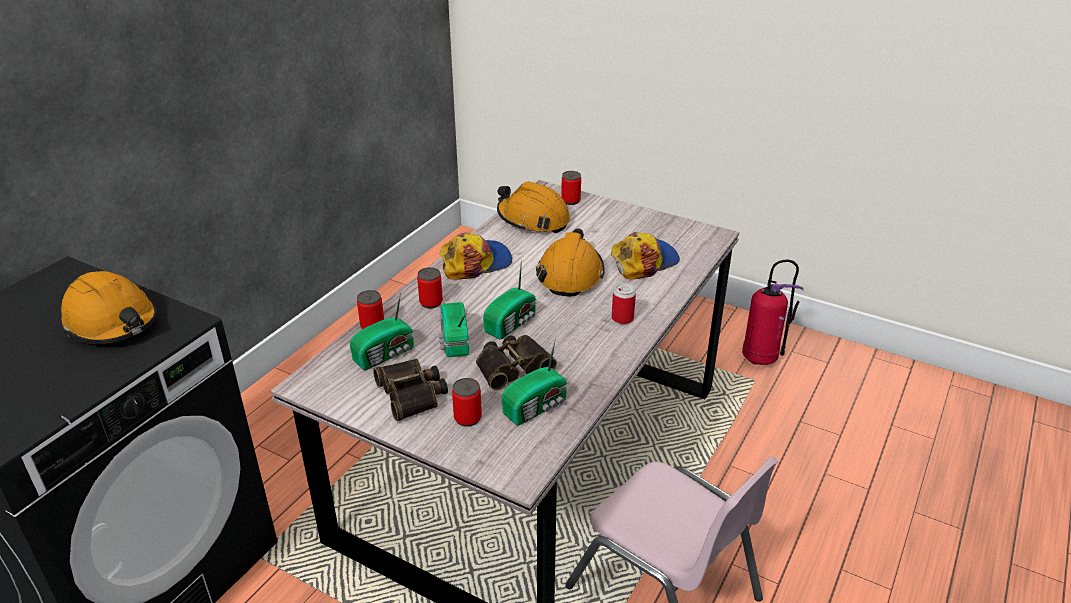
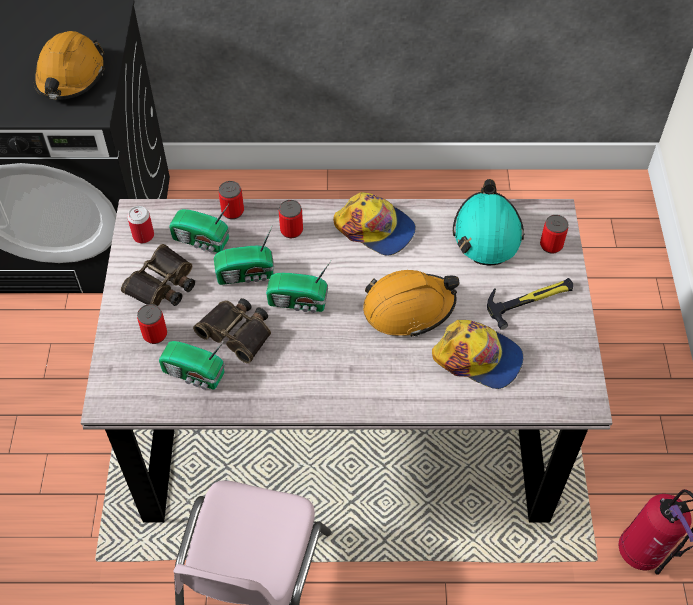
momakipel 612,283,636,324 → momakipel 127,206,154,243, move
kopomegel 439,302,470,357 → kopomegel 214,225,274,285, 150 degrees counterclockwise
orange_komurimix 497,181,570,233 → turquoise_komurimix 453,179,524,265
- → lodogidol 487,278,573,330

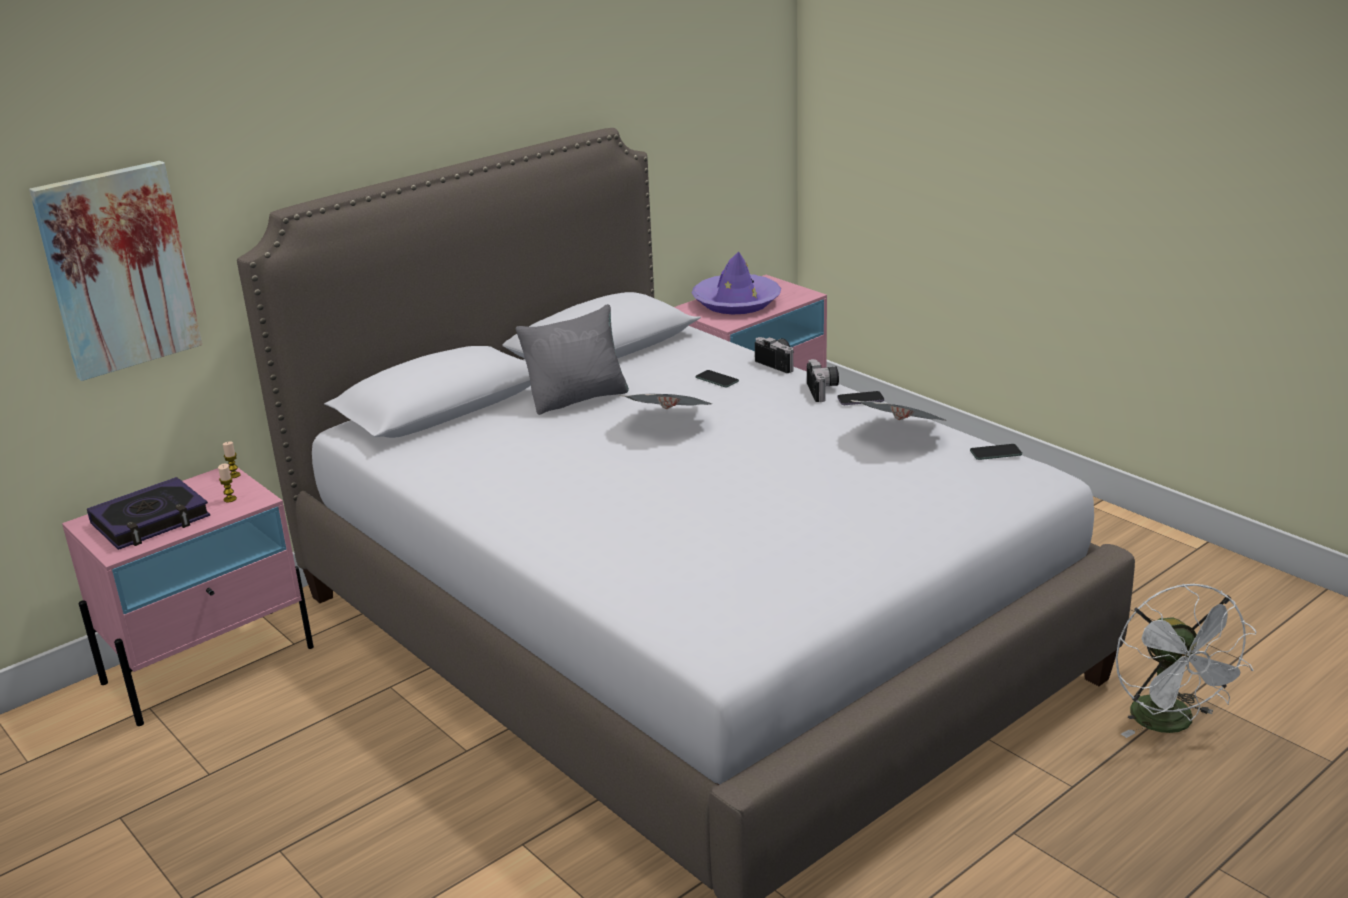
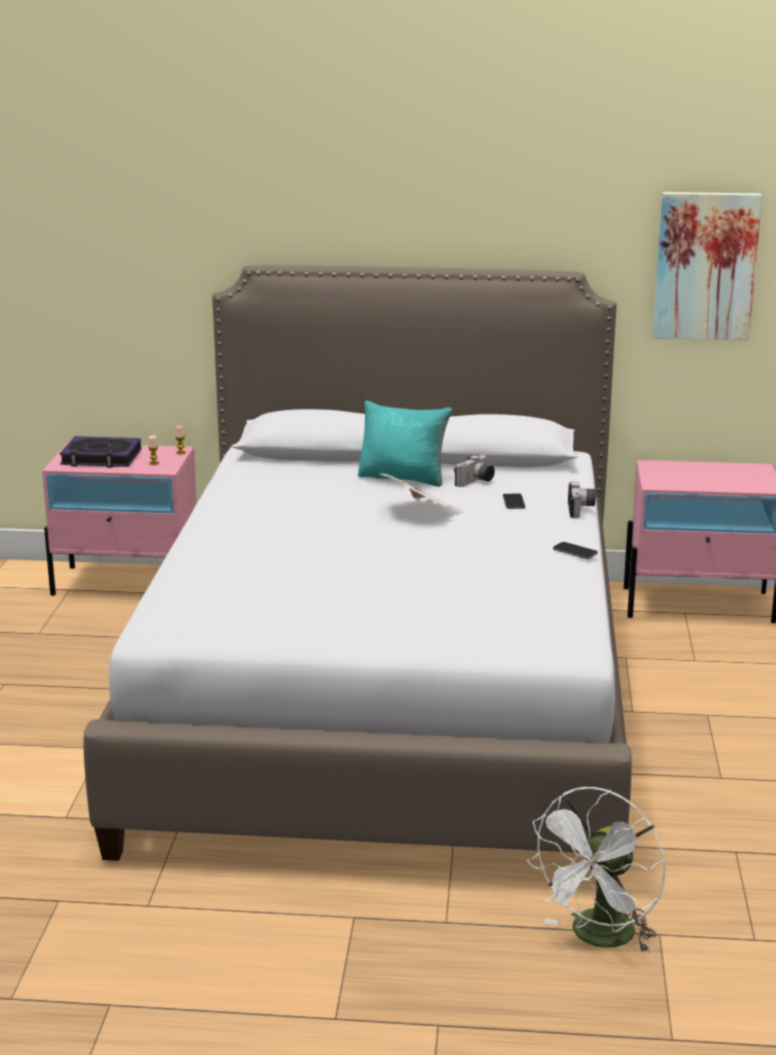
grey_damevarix 515,304,629,415 → turquoise_damevarix 358,401,452,487
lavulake 807,359,839,402 → lavulake 454,455,495,487, move
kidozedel 29,161,203,381 → kidozedel 653,192,762,340, move
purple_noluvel 692,251,781,314 → -
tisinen 851,400,947,421 → -
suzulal 970,444,1022,460 → -

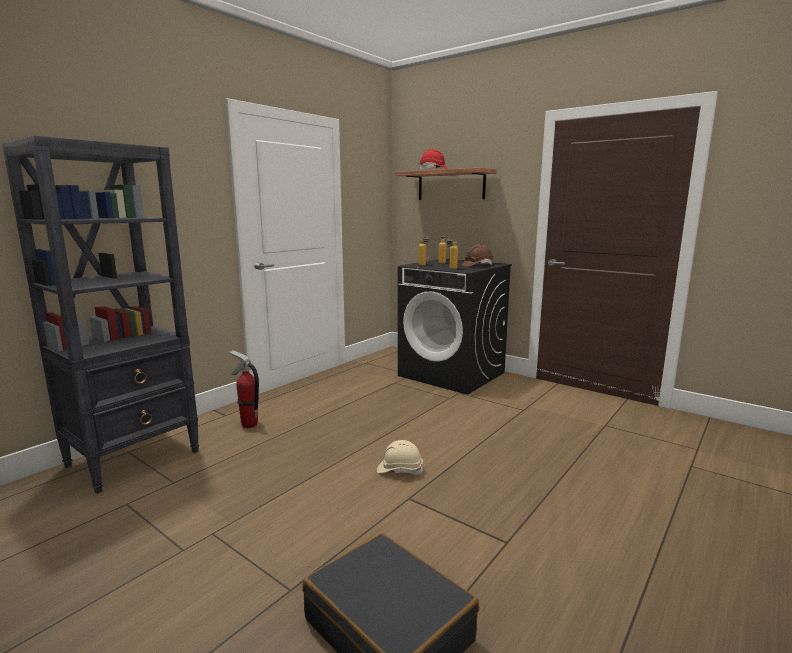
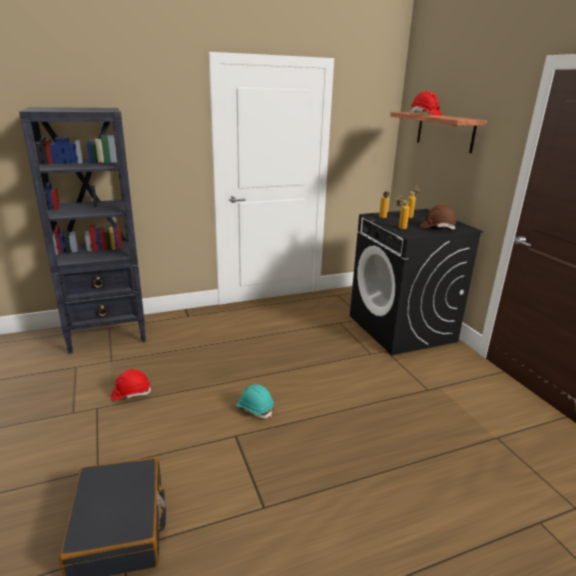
- → red_komurimix 111,369,151,401
beige_komurimix 377,440,423,475 → turquoise_komurimix 236,384,274,419
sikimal 229,350,259,428 → -

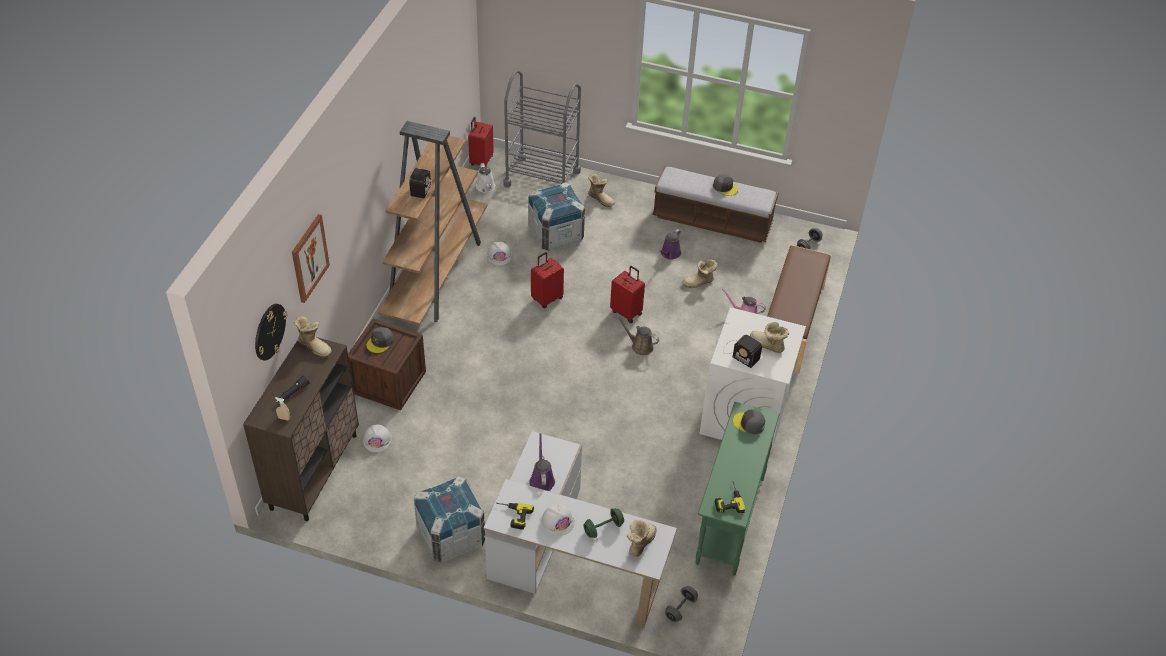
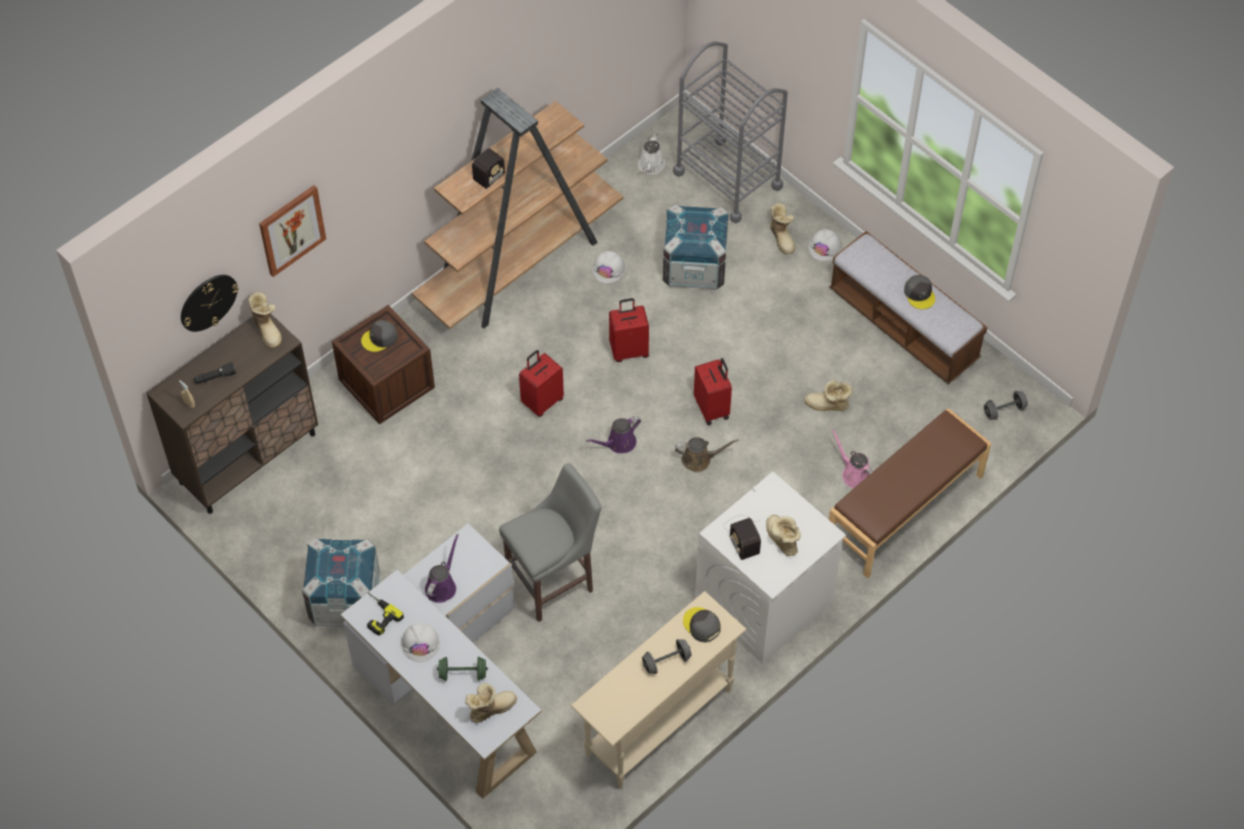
- → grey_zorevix 499,463,602,622
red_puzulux 468,117,494,167 → red_puzulux 519,350,564,417, move
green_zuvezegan 696,402,780,576 → beige_zuvezegan 571,591,746,788
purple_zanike 659,229,681,260 → purple_zanike 586,416,641,453, move
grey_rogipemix 665,586,698,622 → grey_rogipemix 642,639,692,674, move
brown_zanike 617,316,659,355 → brown_zanike 675,437,739,472, 120 degrees clockwise
white_komurimix 363,425,391,452 → white_komurimix 809,229,842,261, move
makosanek 715,481,745,513 → -

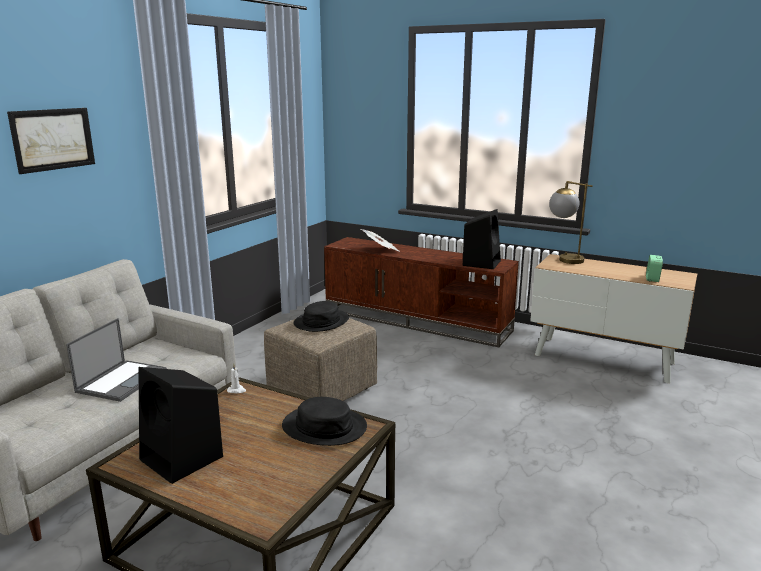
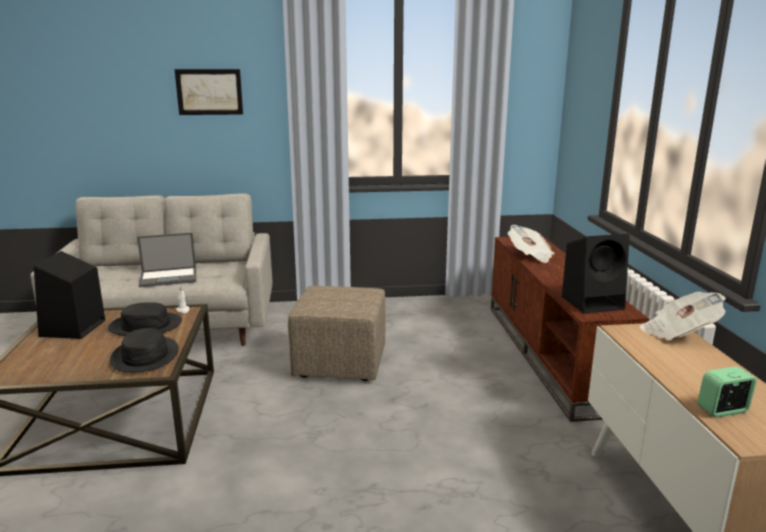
black_noluvel 293,301,349,332 → black_noluvel 108,302,182,336, move
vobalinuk 549,181,593,264 → tisinen 640,291,726,341

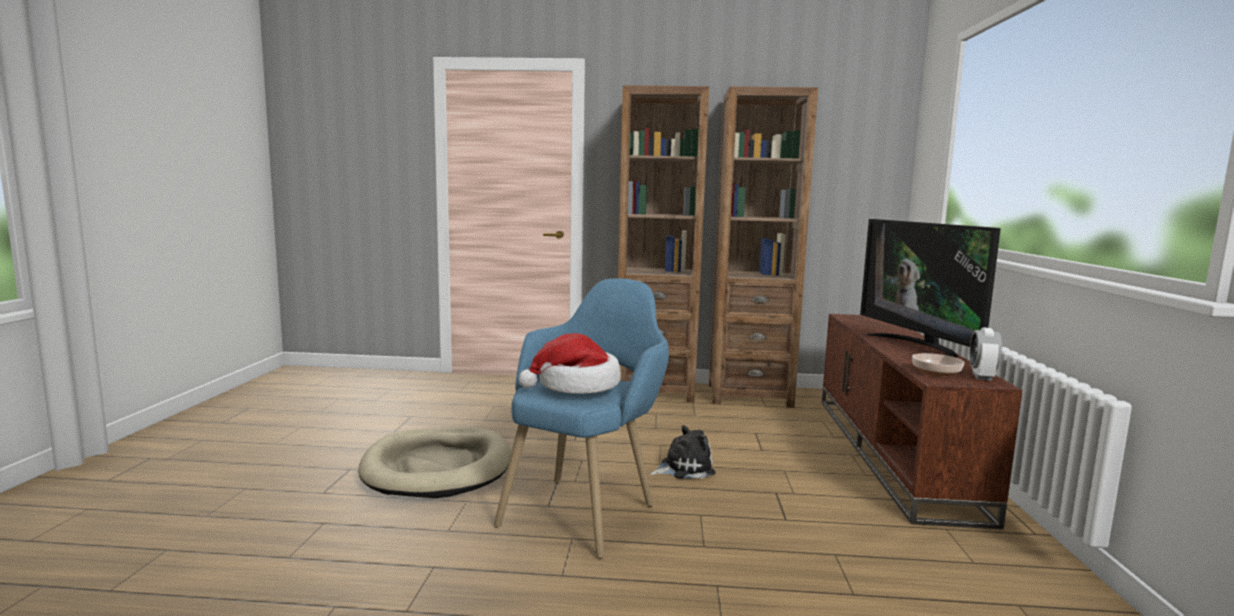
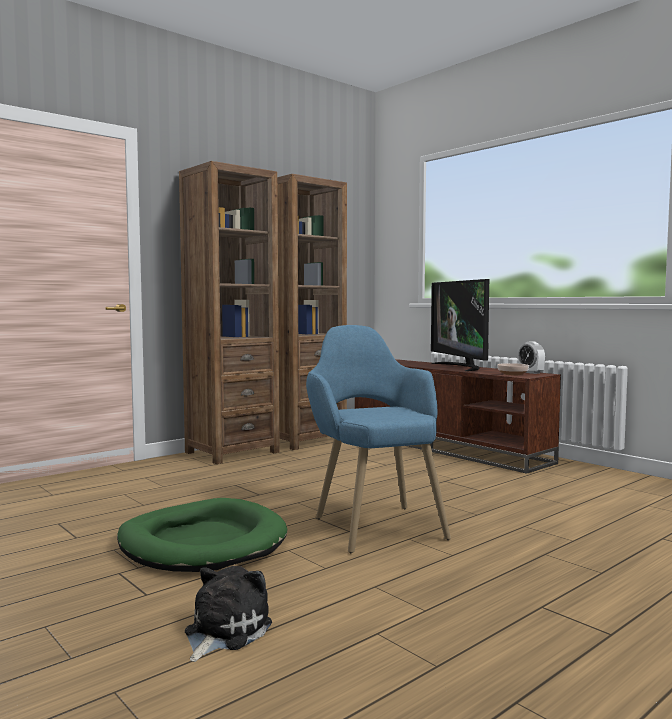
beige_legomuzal 358,427,511,498 → green_legomuzal 117,498,287,572
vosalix 650,425,715,479 → vosalix 185,566,272,662, move
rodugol 860,219,1001,358 → rodugol 431,279,489,371, 45 degrees clockwise
noluvel 519,333,621,394 → -

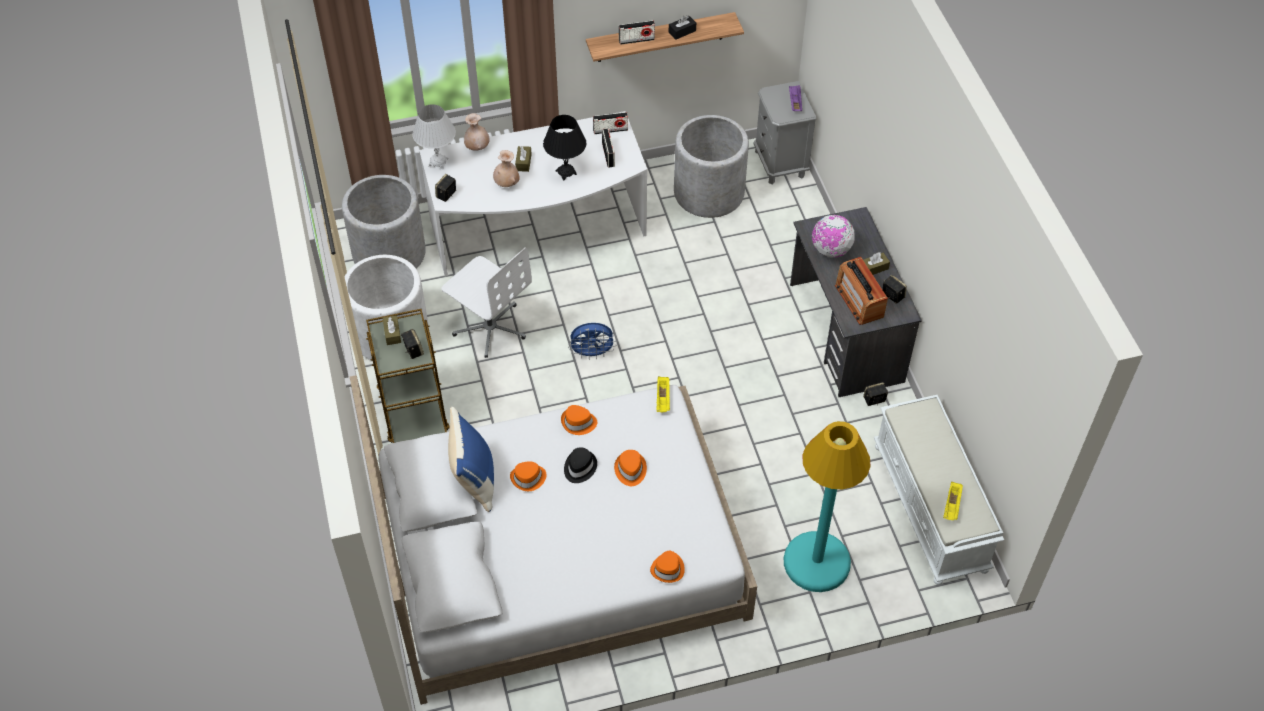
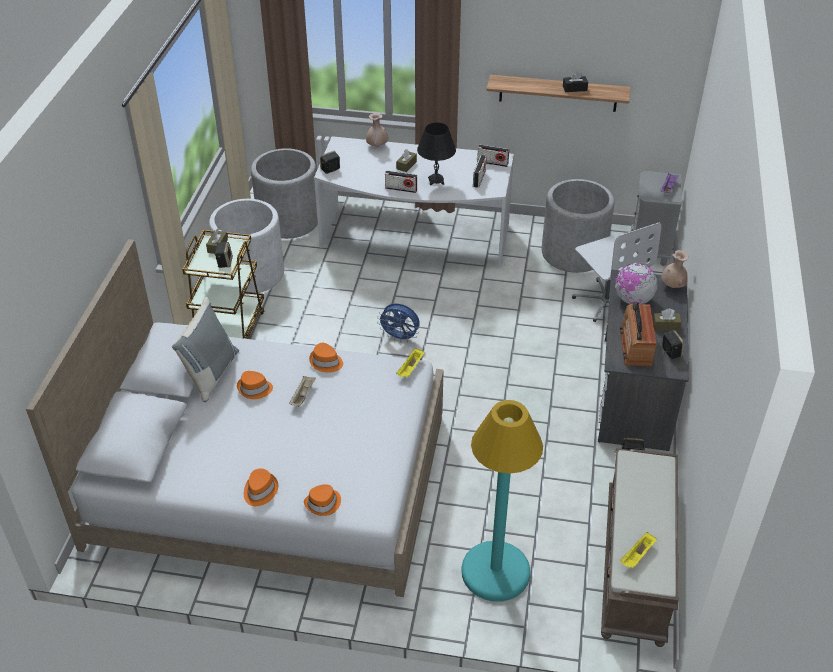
blue_damevarix 448,407,494,512 → grey_damevarix 172,297,239,402
orange_noluvel 614,450,647,486 → orange_noluvel 244,469,278,506, move
black_noluvel 564,447,597,483 → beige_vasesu 289,376,316,407
kopomegel 619,20,655,45 → kopomegel 385,170,417,193, move
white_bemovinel 441,247,532,358 → white_bemovinel 572,223,661,322, move
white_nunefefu 874,395,1004,585 → brown_nunefefu 601,448,679,647
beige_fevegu 493,150,520,187 → beige_fevegu 661,250,689,288, move
white_vobalinuk 413,104,456,169 → -

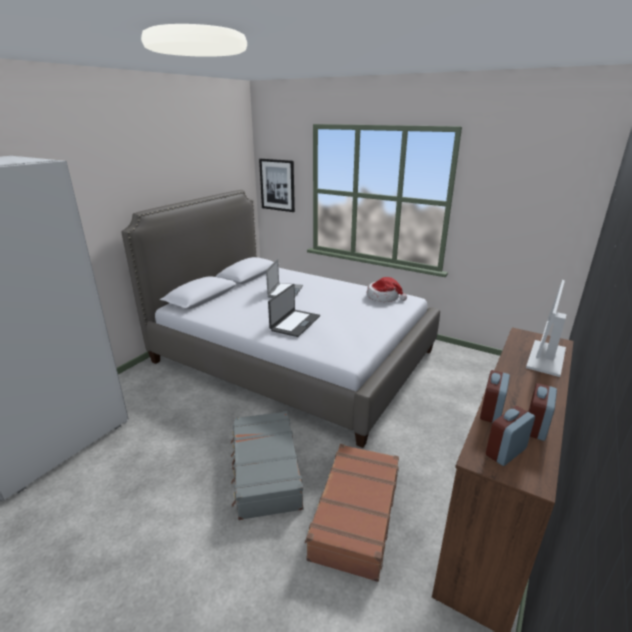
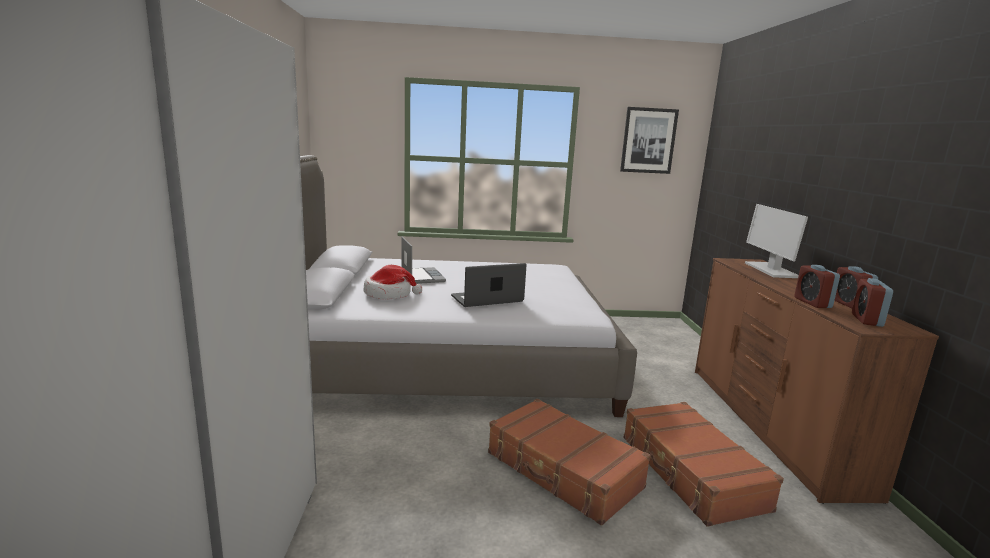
noluvel 367,277,407,302 → noluvel 363,265,422,299, move
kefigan 268,284,320,337 → kefigan 451,263,527,307, 105 degrees counterclockwise
grey_puzulux 231,411,303,520 → brown_puzulux 488,399,651,526
kidozedel 259,159,295,212 → kidozedel 620,107,679,174, move

